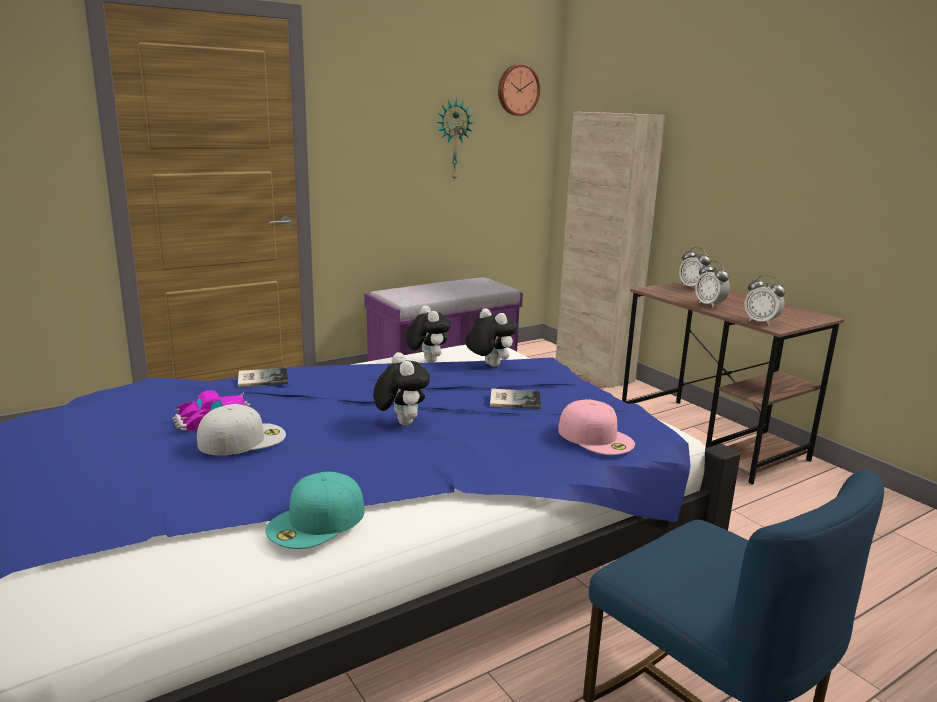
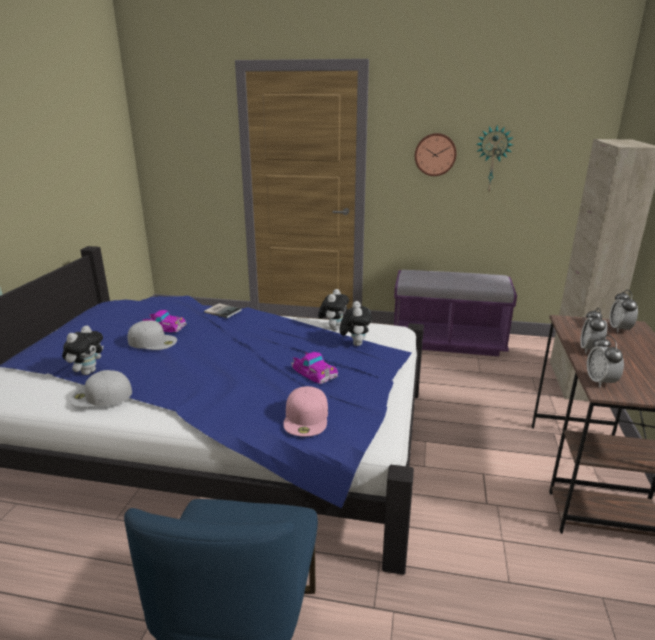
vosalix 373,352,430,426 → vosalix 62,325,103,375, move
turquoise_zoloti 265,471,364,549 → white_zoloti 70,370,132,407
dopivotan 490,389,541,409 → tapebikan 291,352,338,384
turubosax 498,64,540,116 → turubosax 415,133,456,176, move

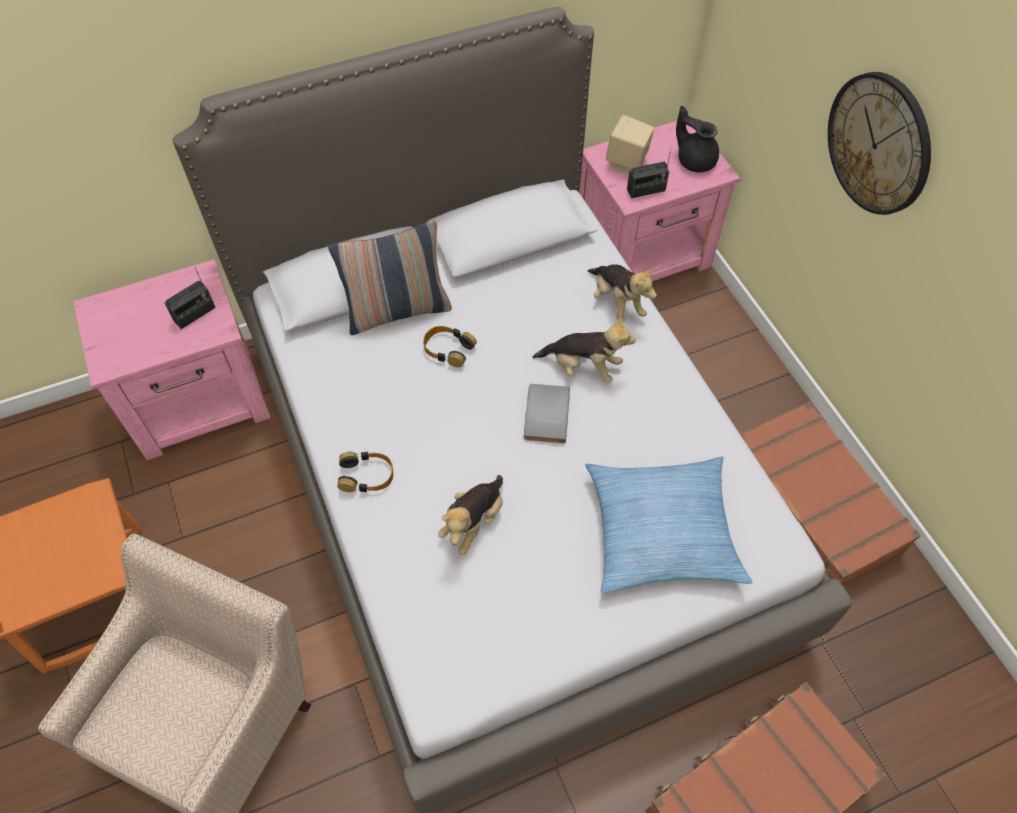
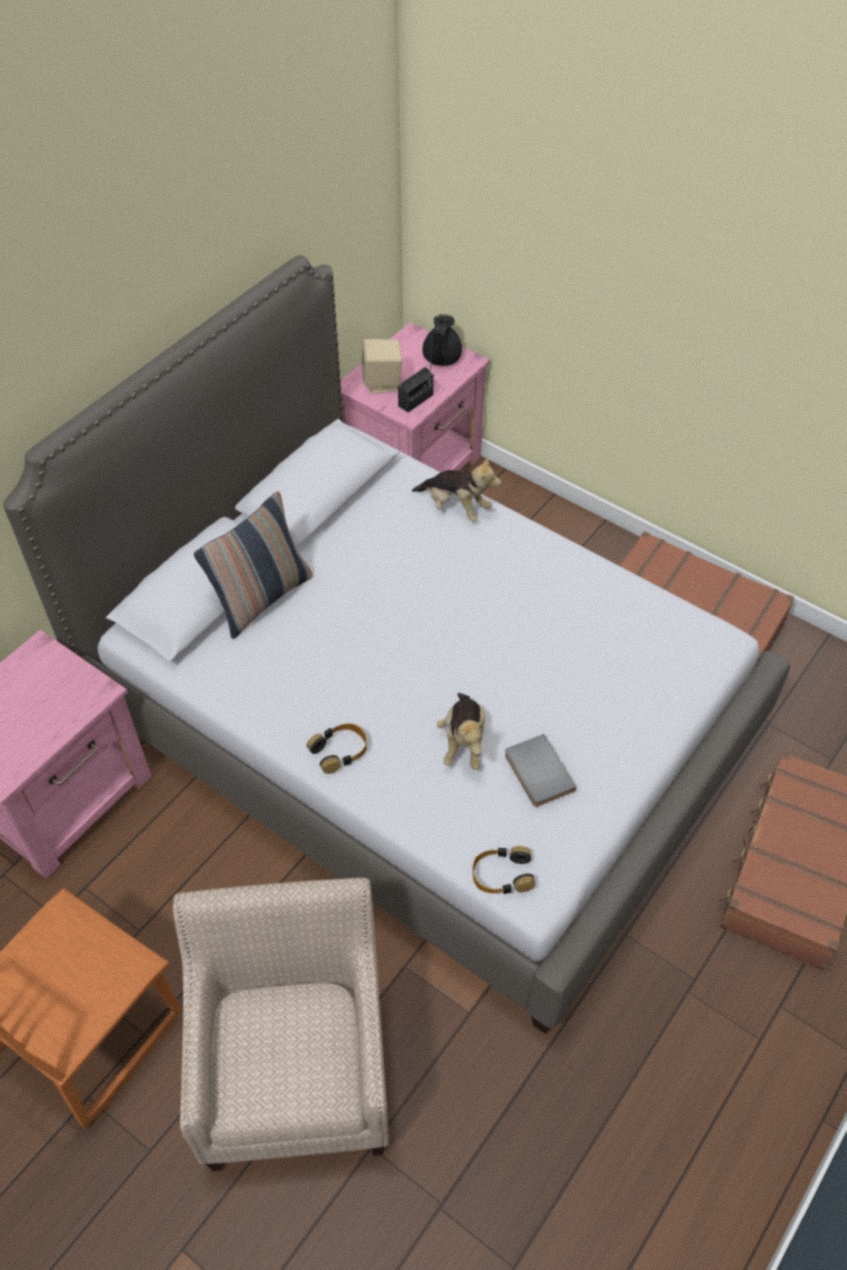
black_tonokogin 676,106,719,172 → black_tonokogin 423,314,462,366, 90 degrees counterclockwise
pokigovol 423,326,477,367 → pokigovol 473,846,535,894, move
grey_dopivotan 524,384,570,443 → grey_dopivotan 505,734,576,807, move
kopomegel 164,267,216,329 → -
vosalix 532,316,636,383 → -
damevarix 585,456,752,593 → -
turubosax 828,72,931,215 → -

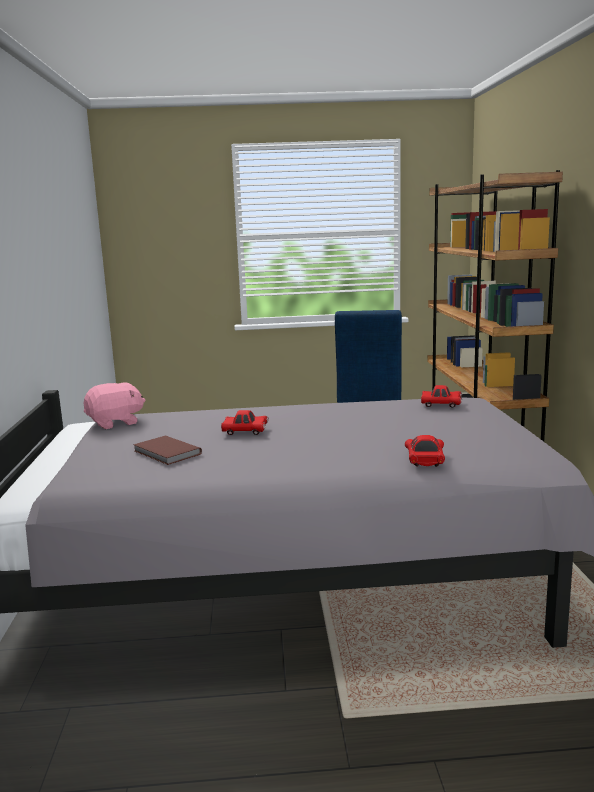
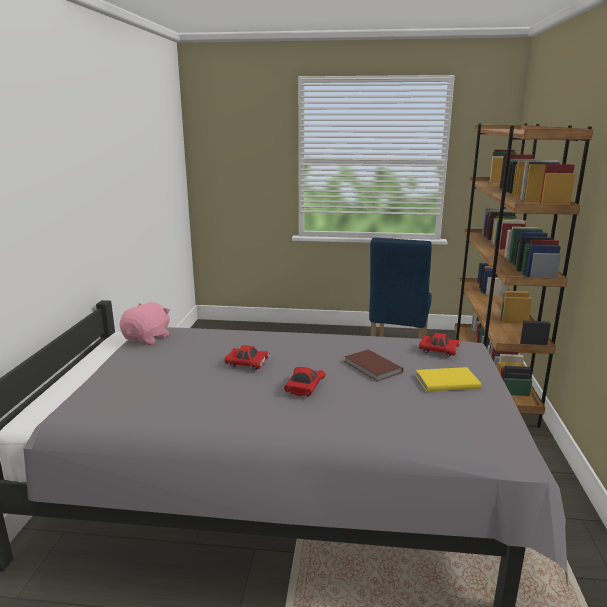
pink_vosalix 84,382,145,429 → pink_vosalix 119,302,170,345, 45 degrees counterclockwise
red_tapebikan 405,435,445,467 → red_tapebikan 284,367,325,397, move
brown_dopivotan 133,435,202,465 → brown_dopivotan 344,349,403,381, move
- → yellow_dopivotan 416,367,481,392

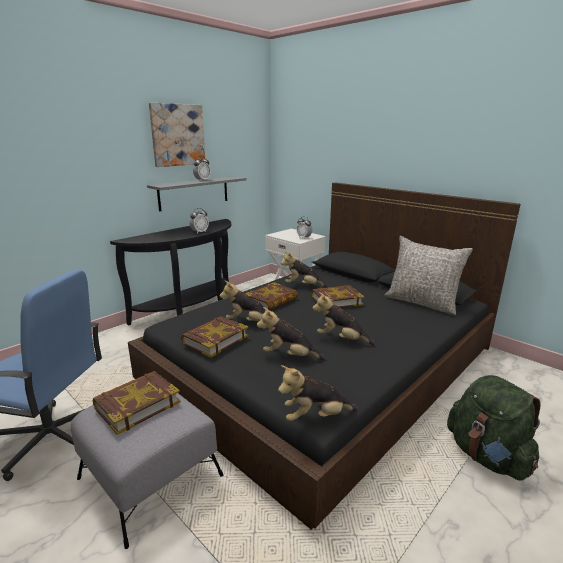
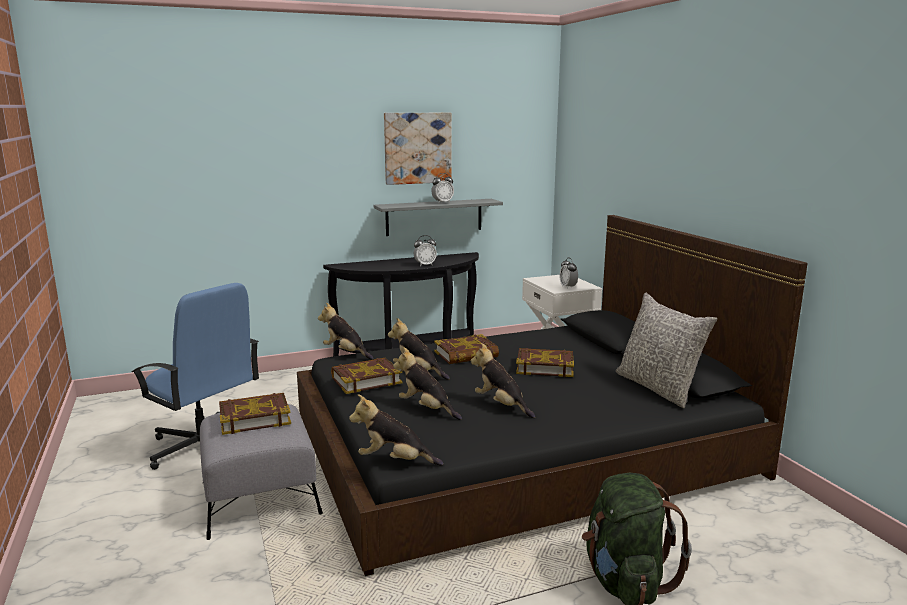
vosalix 281,251,329,288 → vosalix 318,303,374,360, move

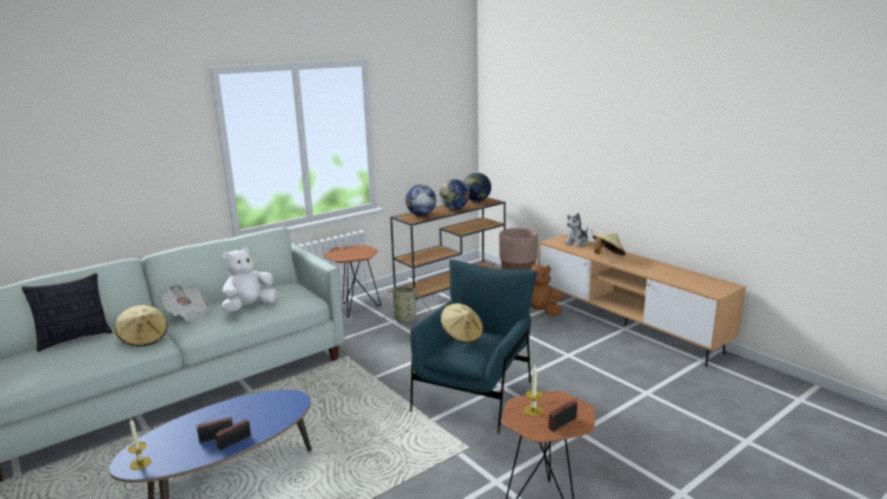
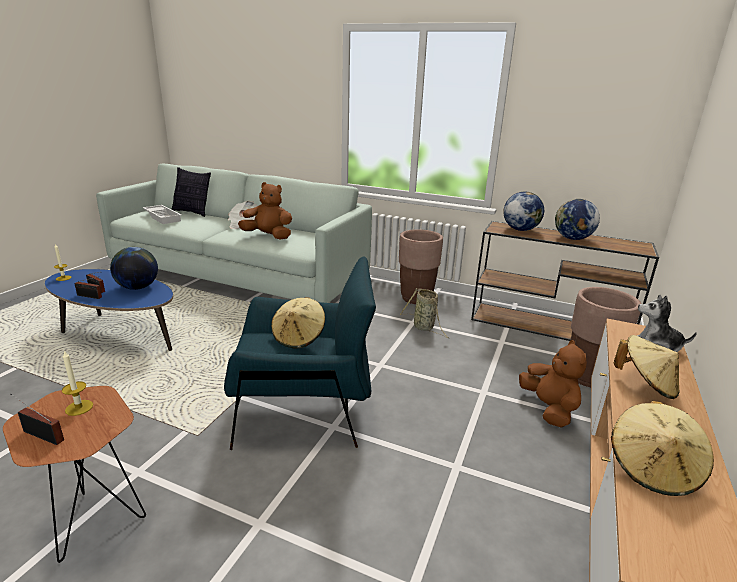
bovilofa 464,173,491,202 → bovilofa 110,247,158,290, move
- → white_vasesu 143,205,181,224
white_vosalix 222,248,277,312 → brown_vosalix 238,182,292,239
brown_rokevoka 324,245,381,318 → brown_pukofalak 399,229,443,304
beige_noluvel 115,305,168,347 → beige_noluvel 611,401,714,496, move

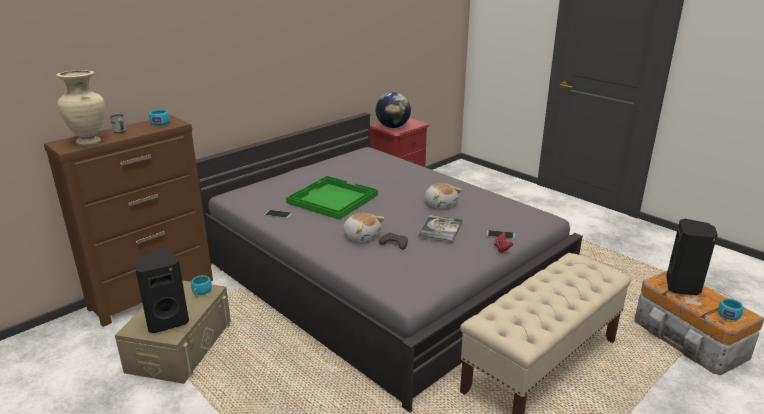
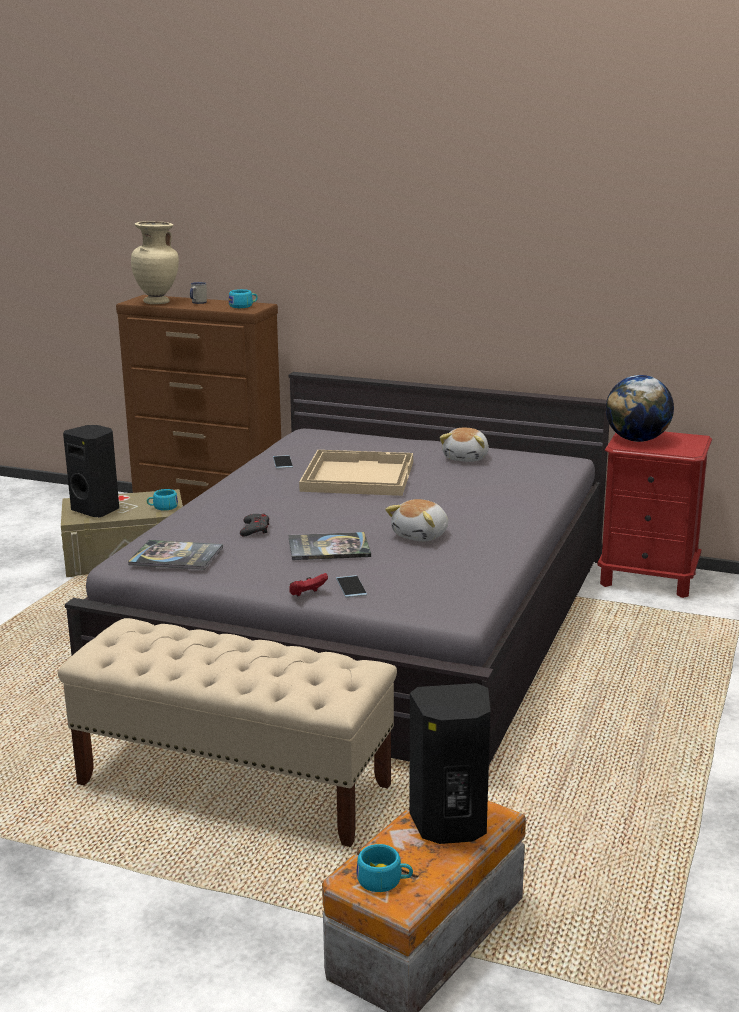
- → dopivotan 128,540,223,570
green_vasesu 286,176,378,220 → beige_vasesu 299,450,413,496
vosalix 343,213,385,242 → vosalix 439,427,489,462, move

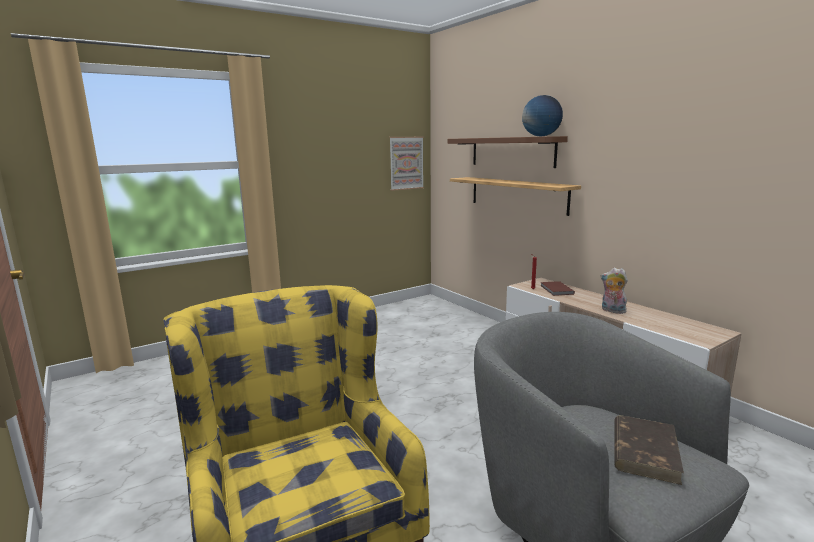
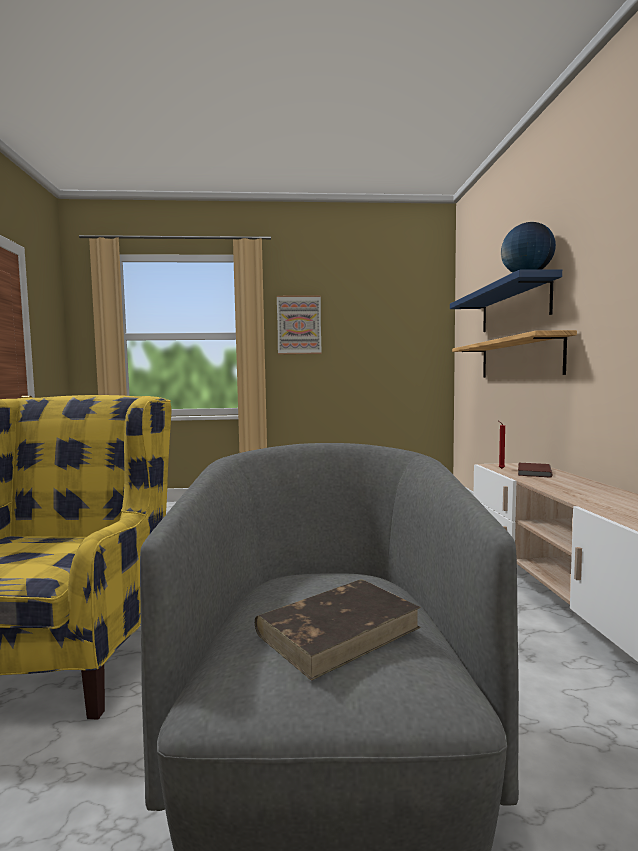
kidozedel 389,137,424,191 → kidozedel 277,296,321,354, move
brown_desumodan 447,136,568,168 → blue_desumodan 450,269,562,332
vosalix 601,268,628,314 → -

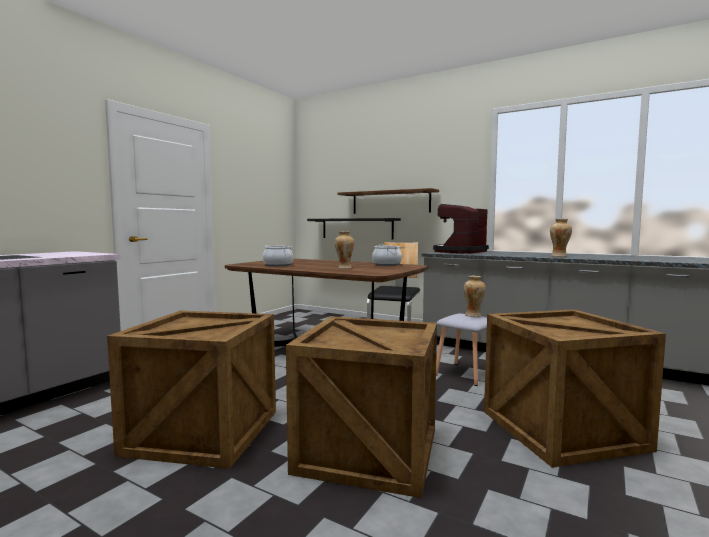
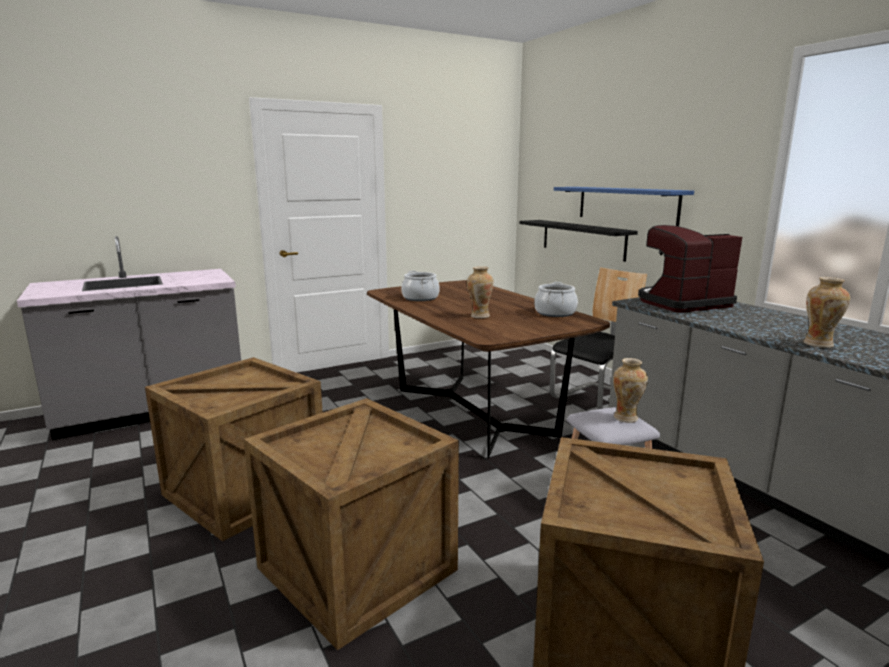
brown_desumodan 338,188,439,214 → blue_desumodan 554,187,694,226

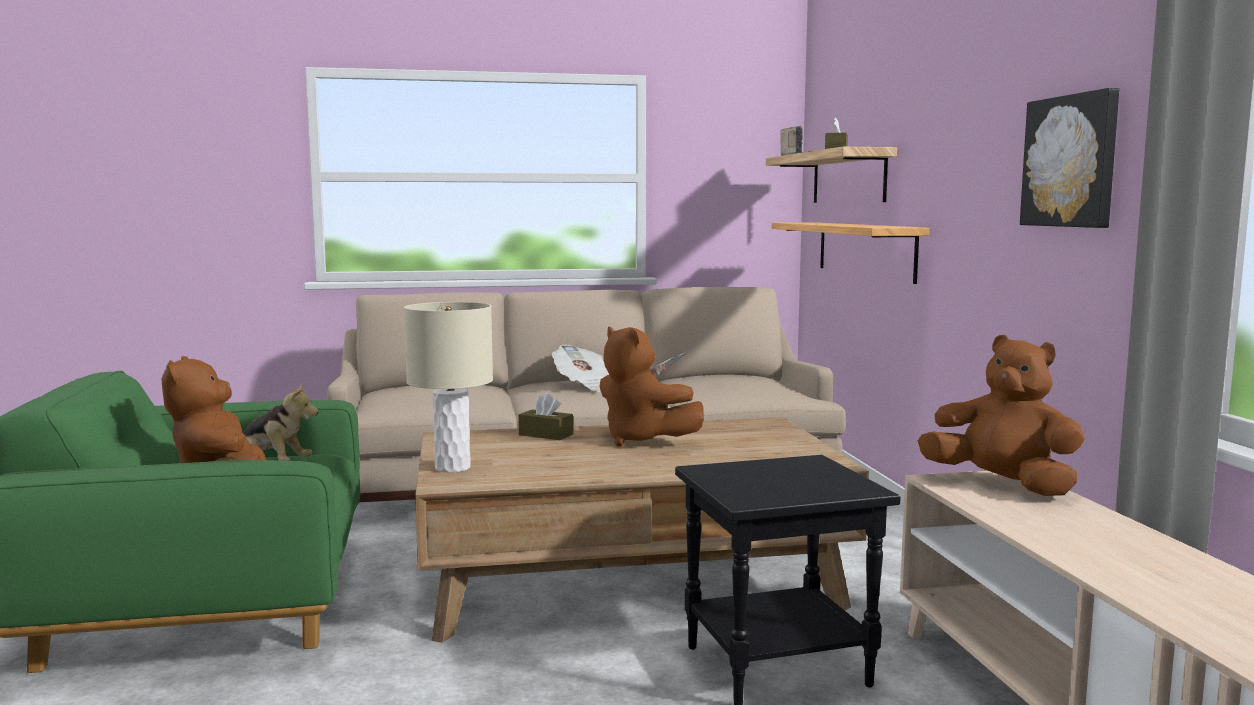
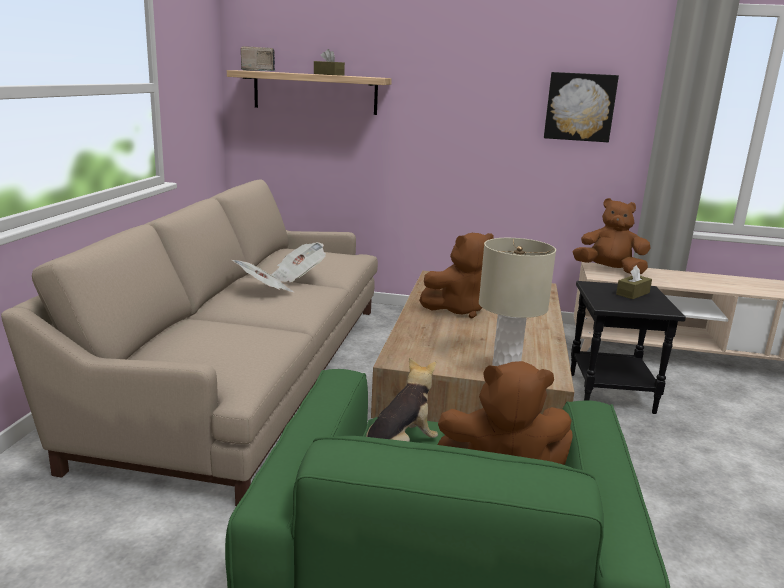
brown_vosalix 918,335,1085,496 → brown_vosalix 573,198,651,274, 45 degrees clockwise
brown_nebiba 518,393,573,440 → brown_nebiba 616,265,652,299, move
desumodan 772,222,930,284 → -

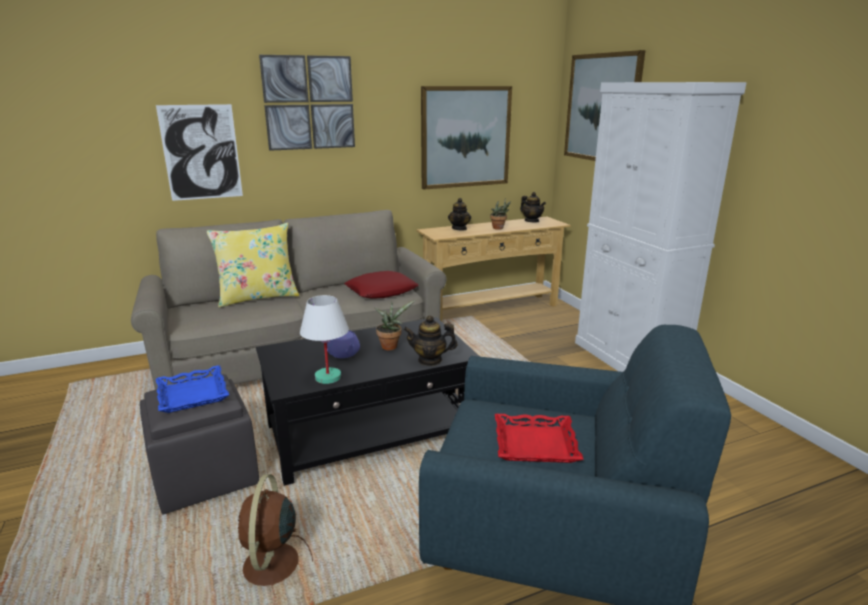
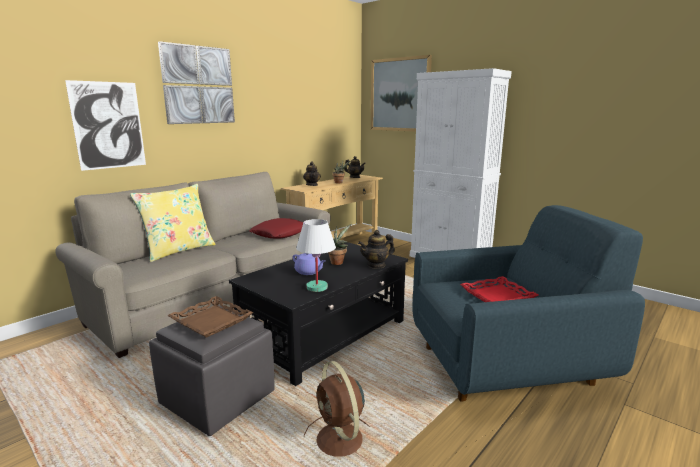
blue_vasesu 156,365,229,413 → brown_vasesu 167,296,254,338
kidozedel 421,86,512,190 → -

